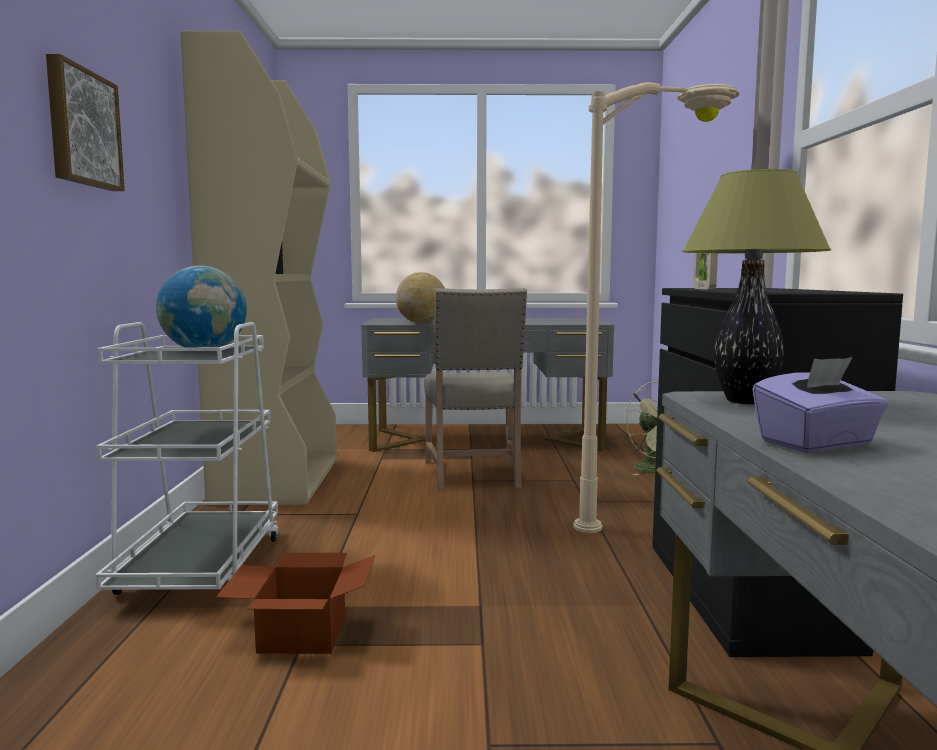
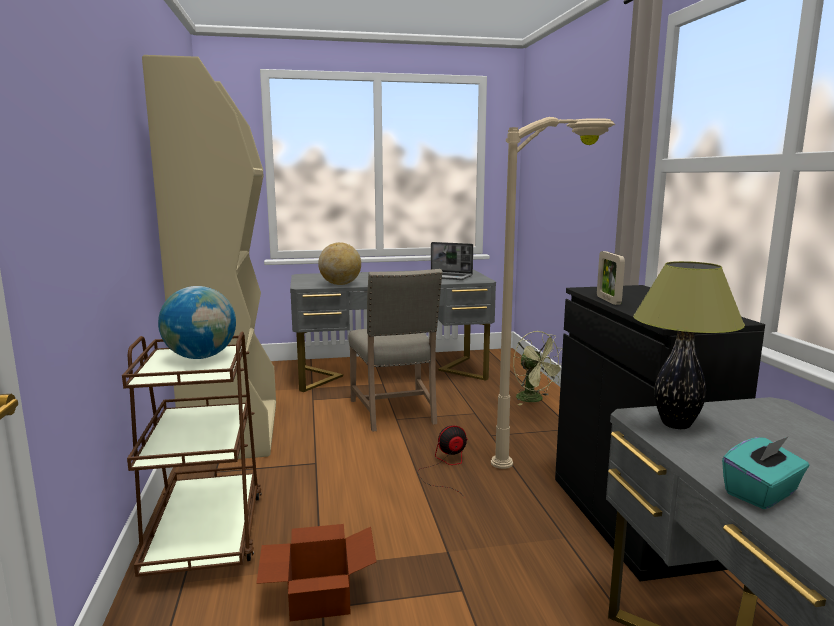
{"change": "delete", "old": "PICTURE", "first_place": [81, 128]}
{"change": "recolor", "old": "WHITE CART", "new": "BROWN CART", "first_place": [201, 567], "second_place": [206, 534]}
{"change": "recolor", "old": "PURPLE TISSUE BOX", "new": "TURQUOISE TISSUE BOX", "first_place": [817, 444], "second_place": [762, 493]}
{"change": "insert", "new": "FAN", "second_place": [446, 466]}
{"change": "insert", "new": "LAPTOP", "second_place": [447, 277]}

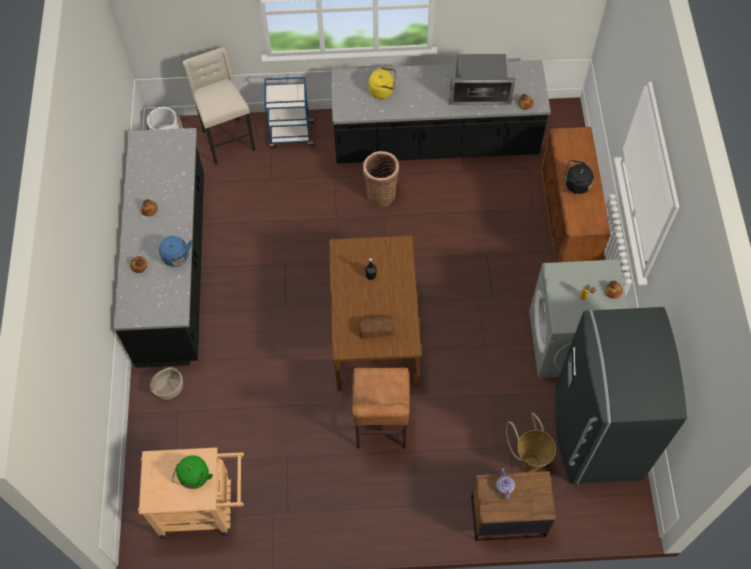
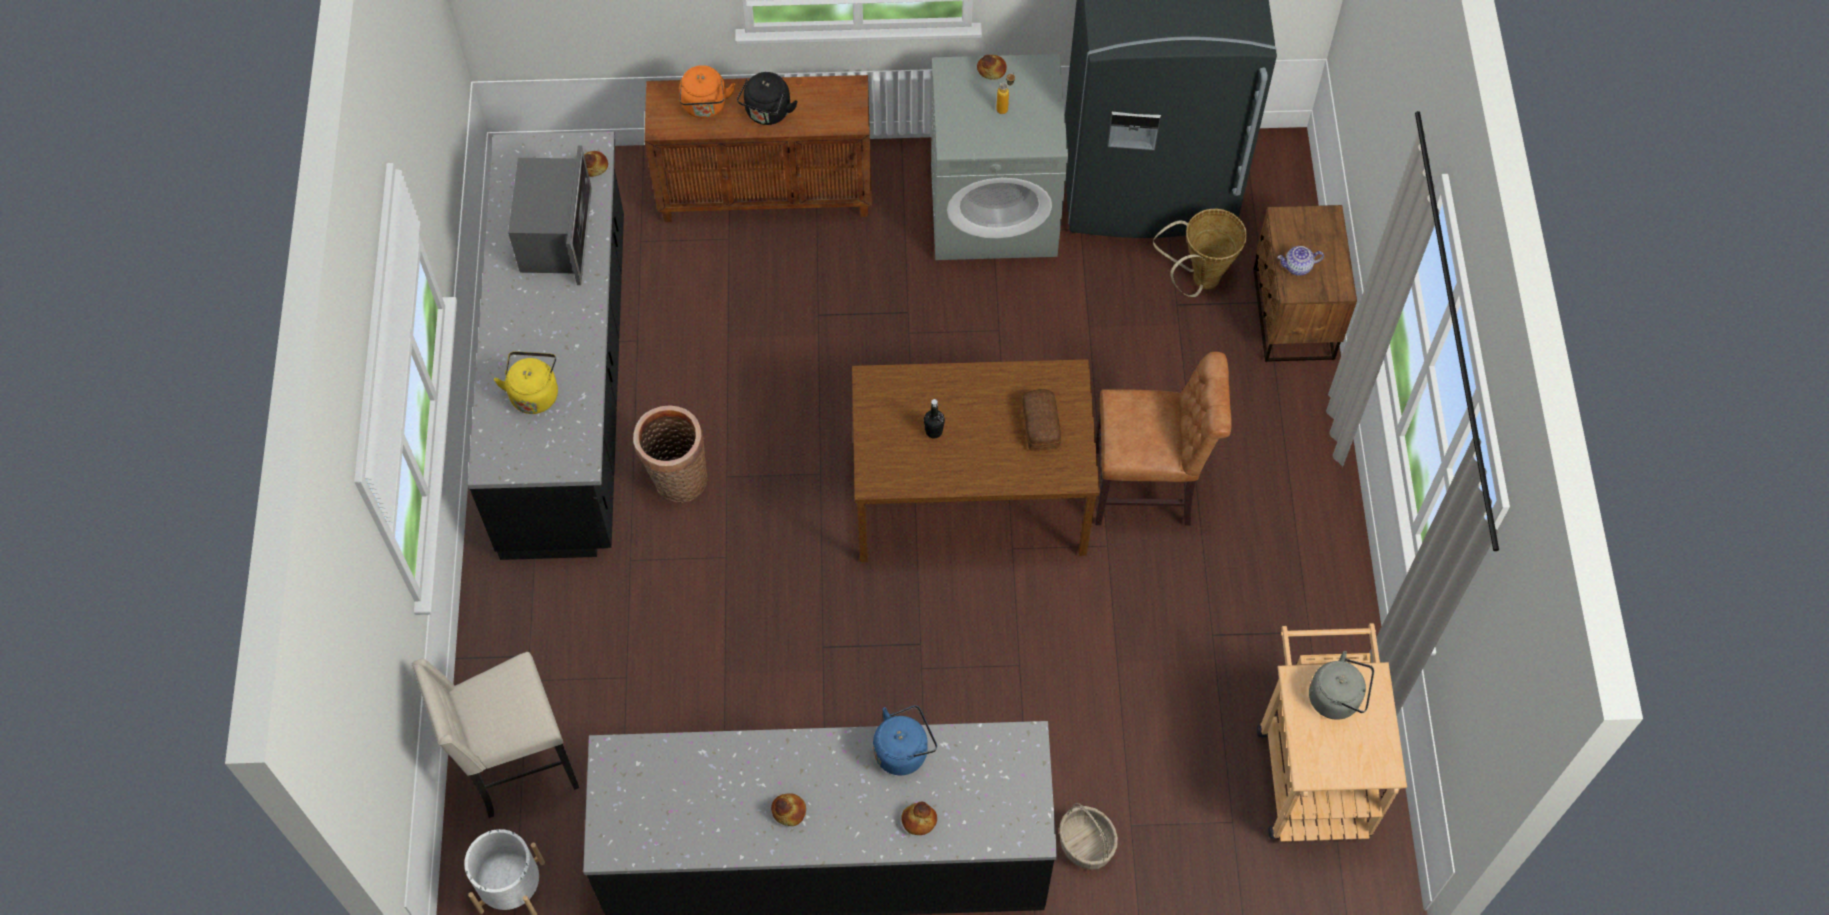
{"change": "recolor", "old": "GREEN KETTLE", "new": "GREY KETTLE", "first_place": [194, 478], "second_place": [1337, 698]}
{"change": "delete", "old": "BLUE CART", "first_place": [291, 135]}
{"change": "insert", "new": "ORANGE KETTLE", "second_place": [705, 107]}

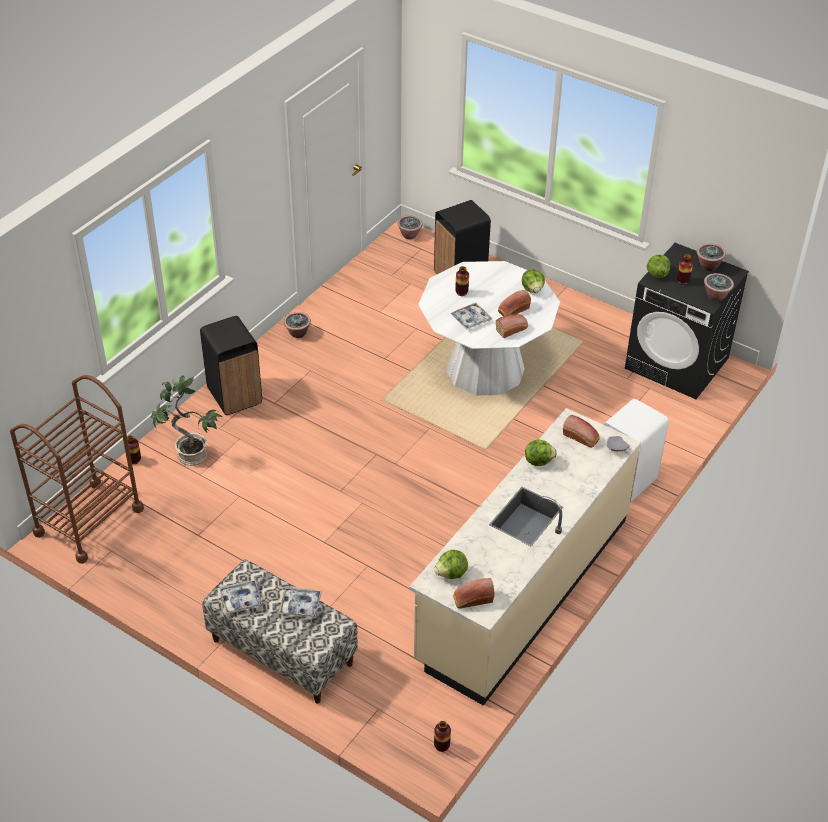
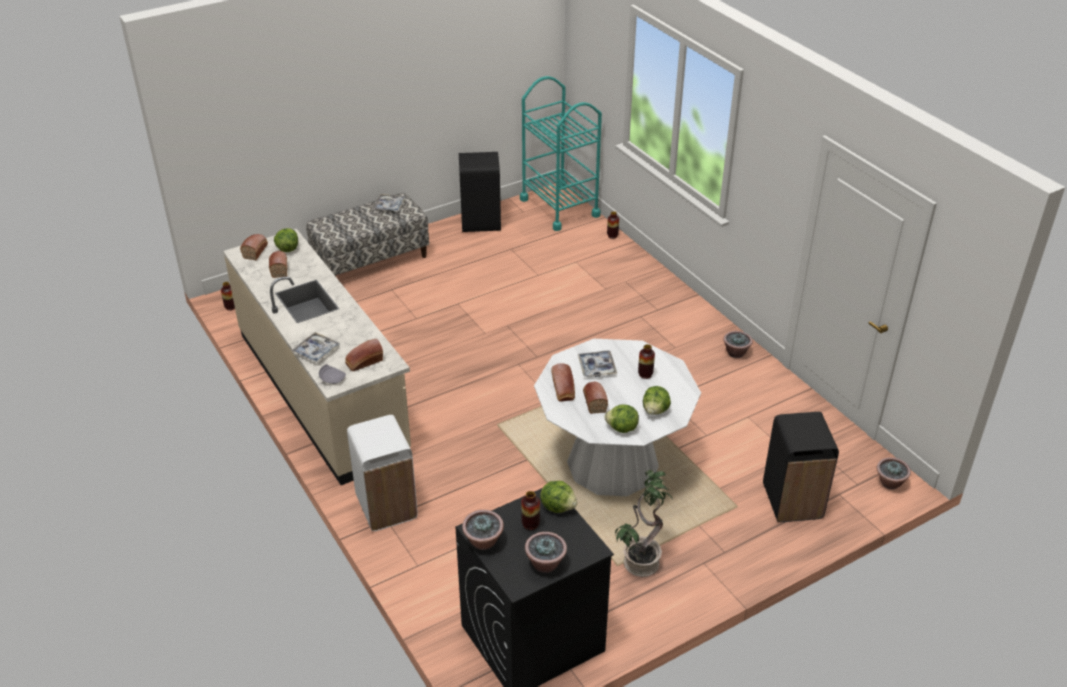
{"change": "recolor", "old": "BROWN CART", "new": "TURQUOISE CART", "first_place": [89, 521], "second_place": [559, 207]}
{"change": "move", "old": "POTTED PLANT", "first_place": [191, 456], "second_place": [640, 562]}
{"change": "move", "old": "BLACK TRASH CAN", "first_place": [234, 396], "second_place": [480, 222]}
{"change": "move", "old": "TRAY", "first_place": [300, 605], "second_place": [316, 351]}
{"change": "move", "old": "LETTUCE", "first_place": [538, 460], "second_place": [655, 410]}
{"change": "insert", "new": "BREAD", "second_place": [279, 268]}

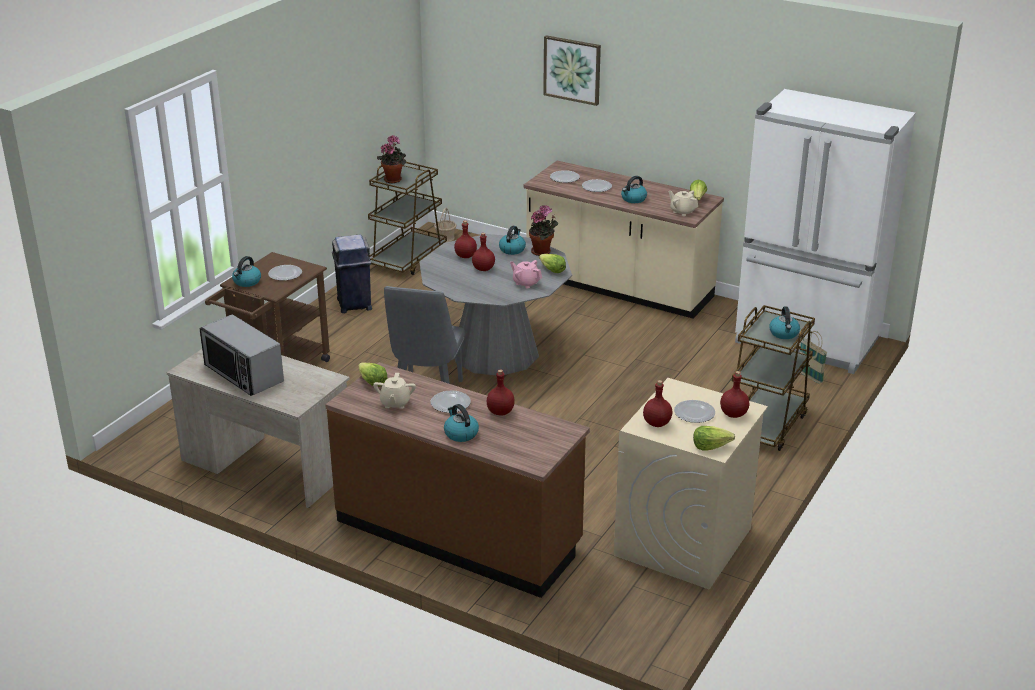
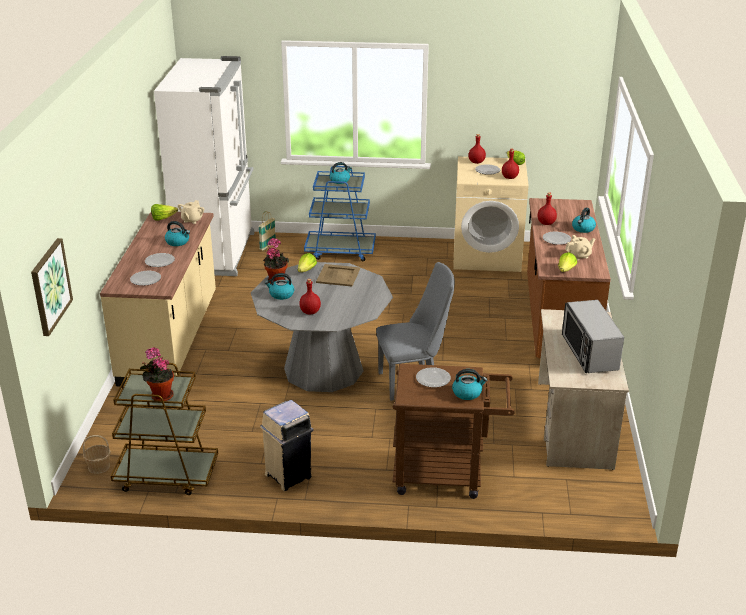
{"change": "rotate", "old": "MICROWAVE", "first_place": [243, 374], "second_place": [589, 353], "degrees": 150}
{"change": "recolor", "old": "BLUE TRASH CAN", "new": "BEIGE TRASH CAN", "first_place": [354, 305], "second_place": [289, 475]}
{"change": "delete", "old": "RED BOTTLE", "first_place": [483, 269]}
{"change": "replace", "old": "PINK TEAPOT", "new": "BEIGE TRAY", "first_place": [526, 283], "second_place": [338, 275]}
{"change": "move", "old": "PICTURE", "first_place": [572, 69], "second_place": [50, 286]}
{"change": "recolor", "old": "BROWN CART", "new": "BLUE CART", "first_place": [766, 425], "second_place": [340, 251]}

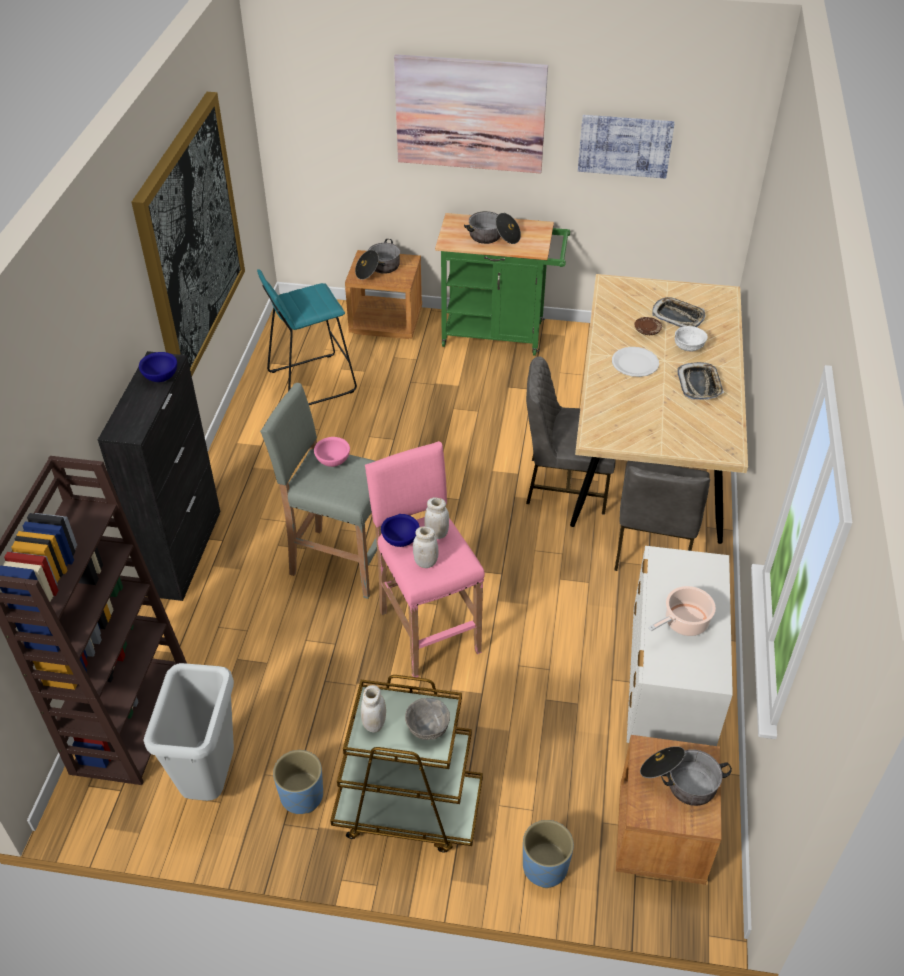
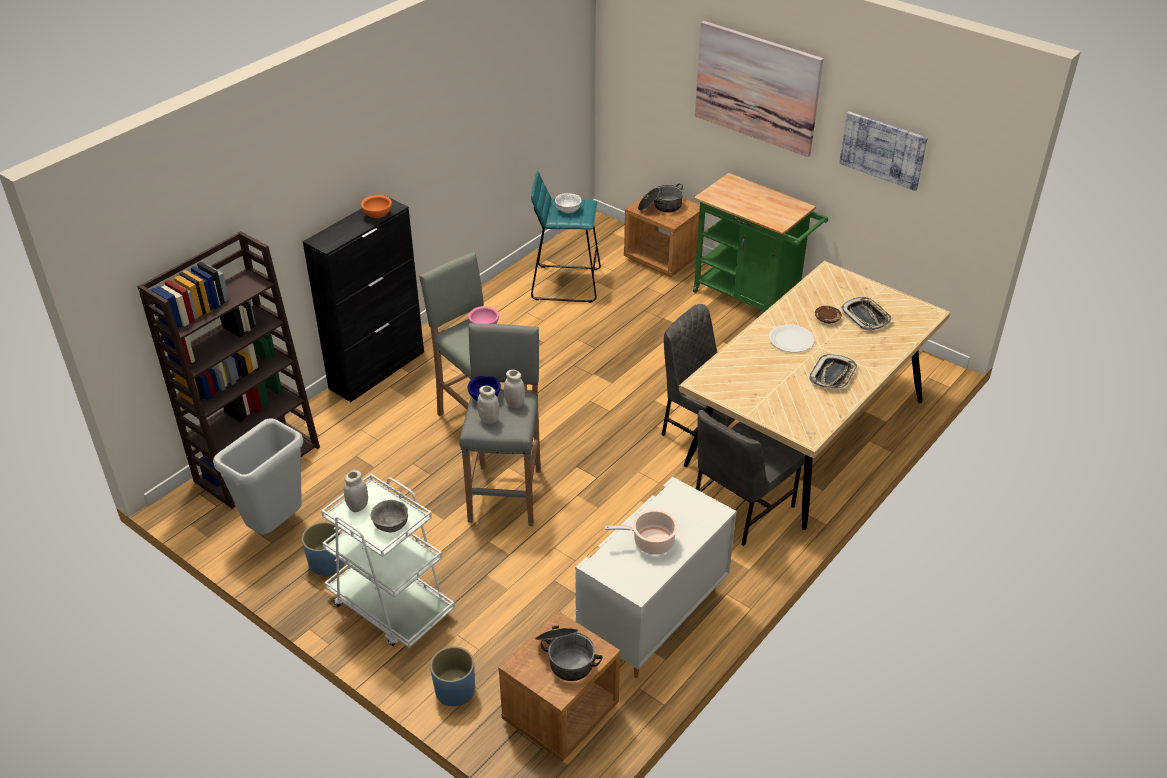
{"change": "delete", "old": "PICTURE", "first_place": [190, 240]}
{"change": "recolor", "old": "BLUE BOWL", "new": "ORANGE BOWL", "first_place": [160, 377], "second_place": [377, 215]}
{"change": "recolor", "old": "BROWN CART", "new": "WHITE CART", "first_place": [407, 809], "second_place": [390, 606]}
{"change": "recolor", "old": "PINK STOOL", "new": "GREY STOOL", "first_place": [428, 630], "second_place": [506, 493]}
{"change": "delete", "old": "COOKING POT", "first_place": [493, 237]}
{"change": "move", "old": "WHITE BOWL", "first_place": [688, 347], "second_place": [567, 210]}

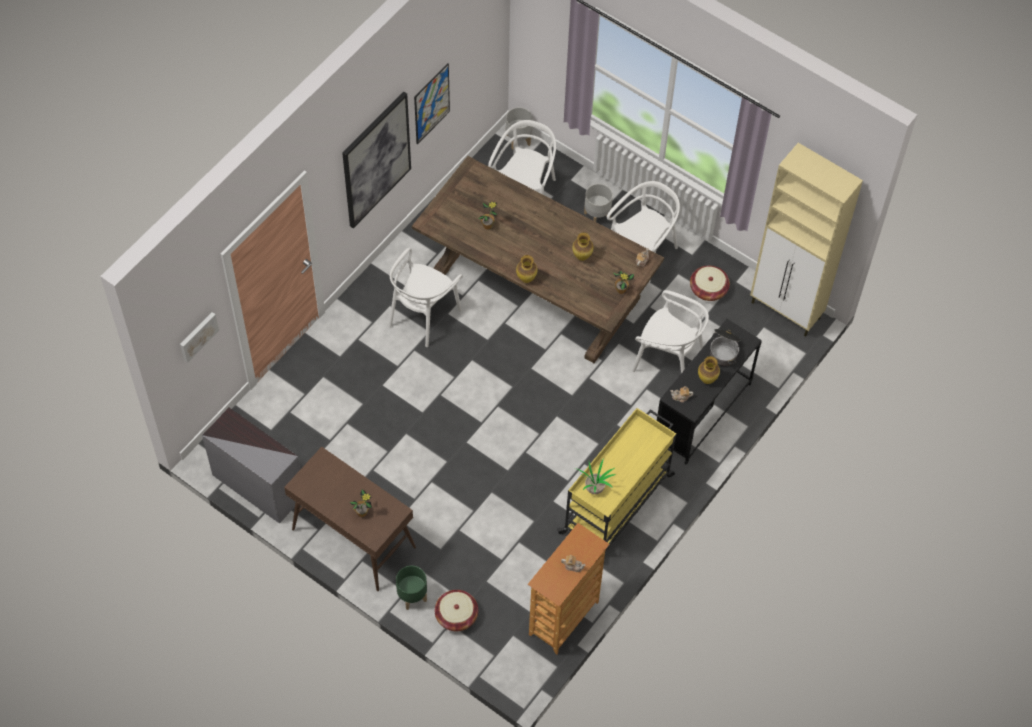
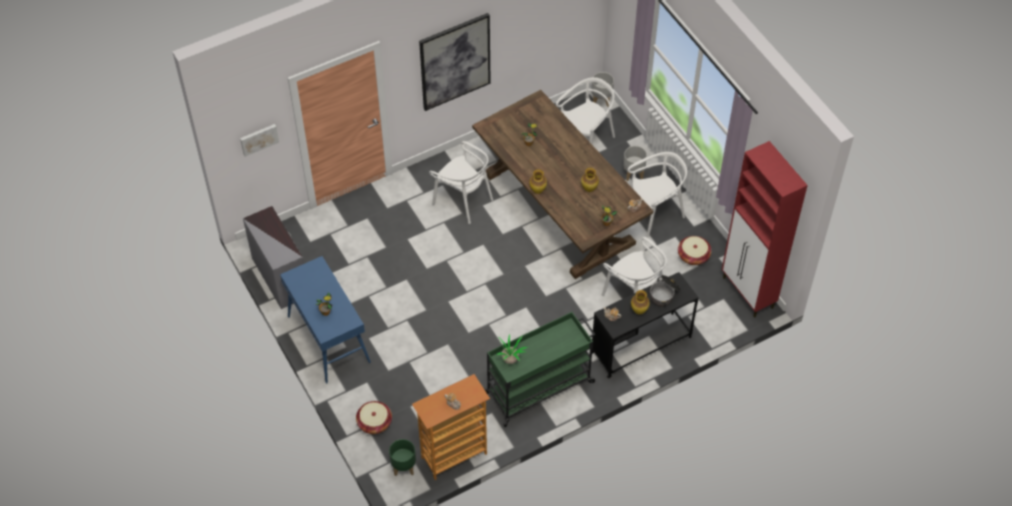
{"change": "recolor", "old": "BROWN CONSOLE TABLE", "new": "BLUE CONSOLE TABLE", "first_place": [353, 538], "second_place": [328, 339]}
{"change": "rotate", "old": "WHITE CHAIR", "first_place": [423, 316], "second_place": [463, 200], "degrees": -105}
{"change": "move", "old": "GREEN PLANTER", "first_place": [412, 596], "second_place": [403, 466]}
{"change": "delete", "old": "PICTURE", "first_place": [431, 103]}
{"change": "recolor", "old": "YELLOW CART", "new": "GREEN CART", "first_place": [617, 503], "second_place": [540, 387]}
{"change": "recolor", "old": "BEIGE CABINET", "new": "RED CABINET", "first_place": [786, 311], "second_place": [748, 293]}

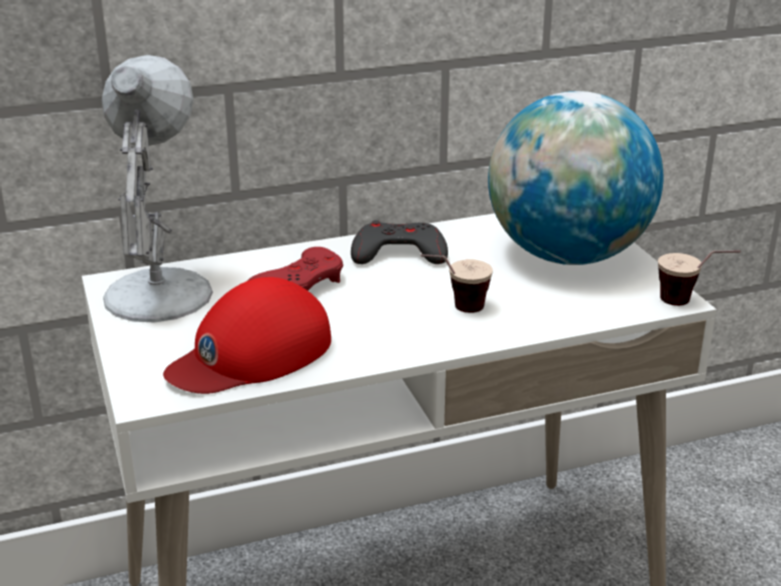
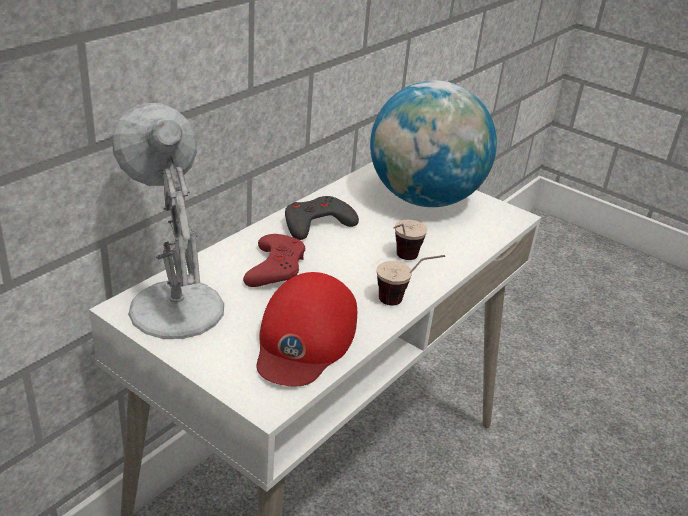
{"change": "move", "old": "CUP", "first_place": [691, 304], "second_place": [404, 300]}

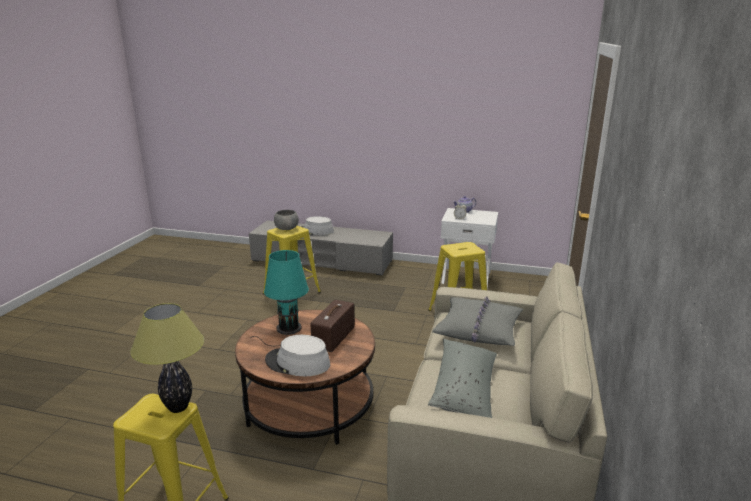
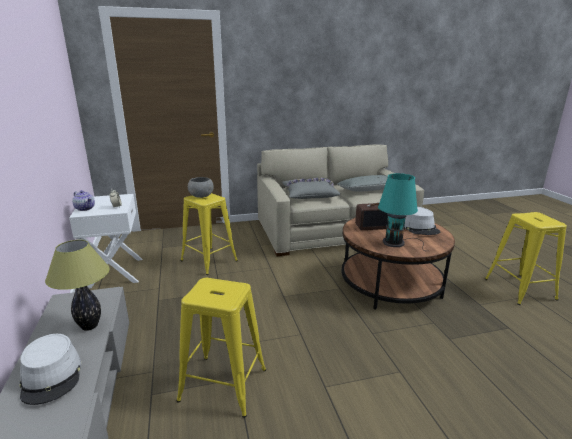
{"change": "move", "old": "TABLE LAMP", "first_place": [178, 408], "second_place": [90, 326]}
{"change": "move", "old": "GREY BOWL", "first_place": [286, 228], "second_place": [201, 196]}

